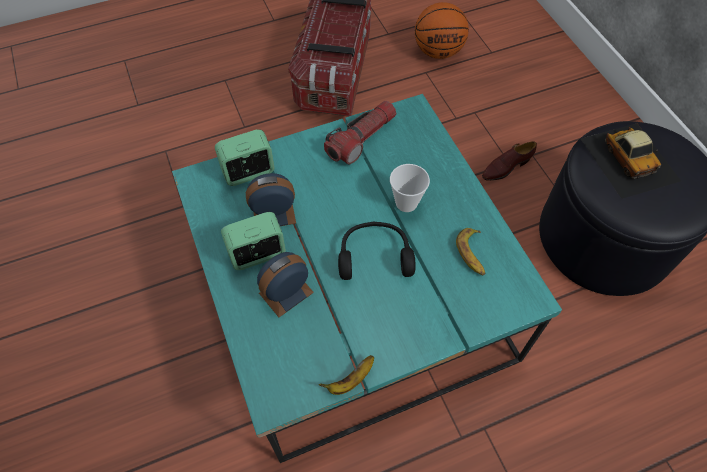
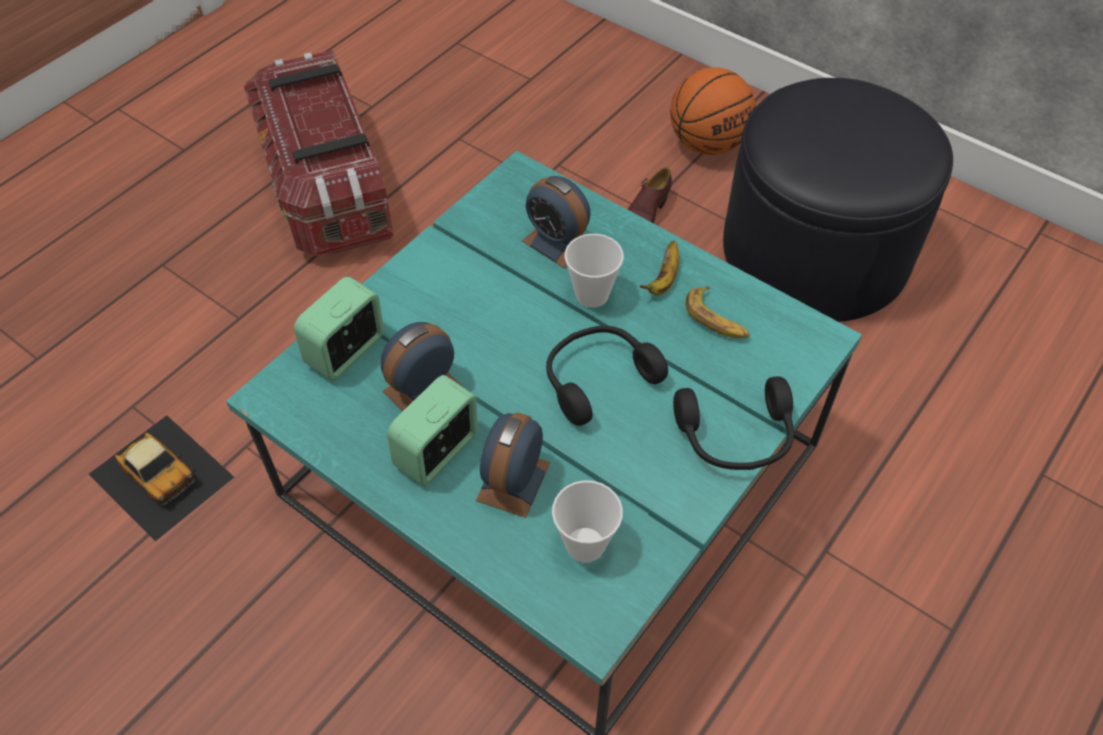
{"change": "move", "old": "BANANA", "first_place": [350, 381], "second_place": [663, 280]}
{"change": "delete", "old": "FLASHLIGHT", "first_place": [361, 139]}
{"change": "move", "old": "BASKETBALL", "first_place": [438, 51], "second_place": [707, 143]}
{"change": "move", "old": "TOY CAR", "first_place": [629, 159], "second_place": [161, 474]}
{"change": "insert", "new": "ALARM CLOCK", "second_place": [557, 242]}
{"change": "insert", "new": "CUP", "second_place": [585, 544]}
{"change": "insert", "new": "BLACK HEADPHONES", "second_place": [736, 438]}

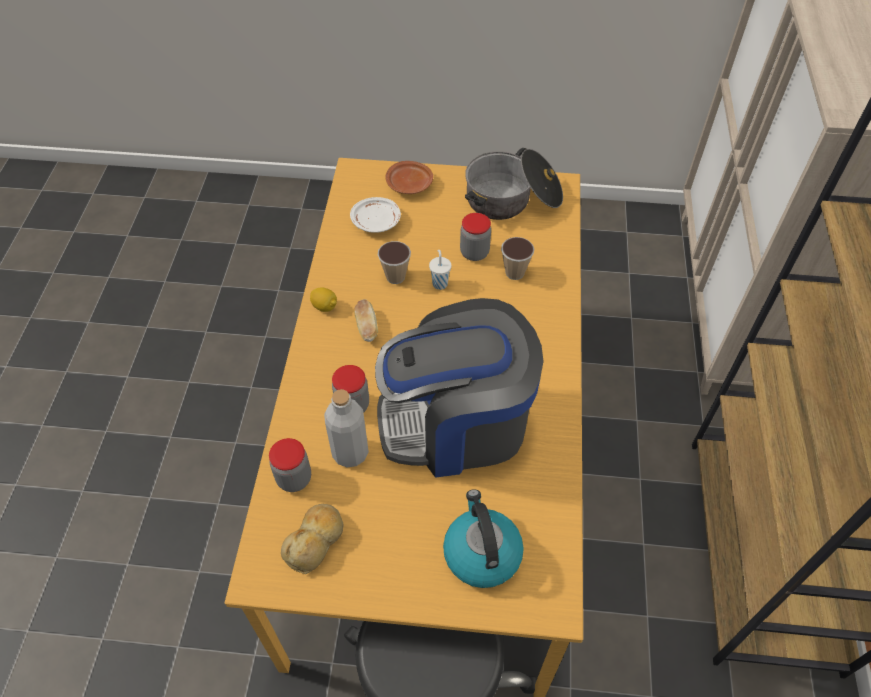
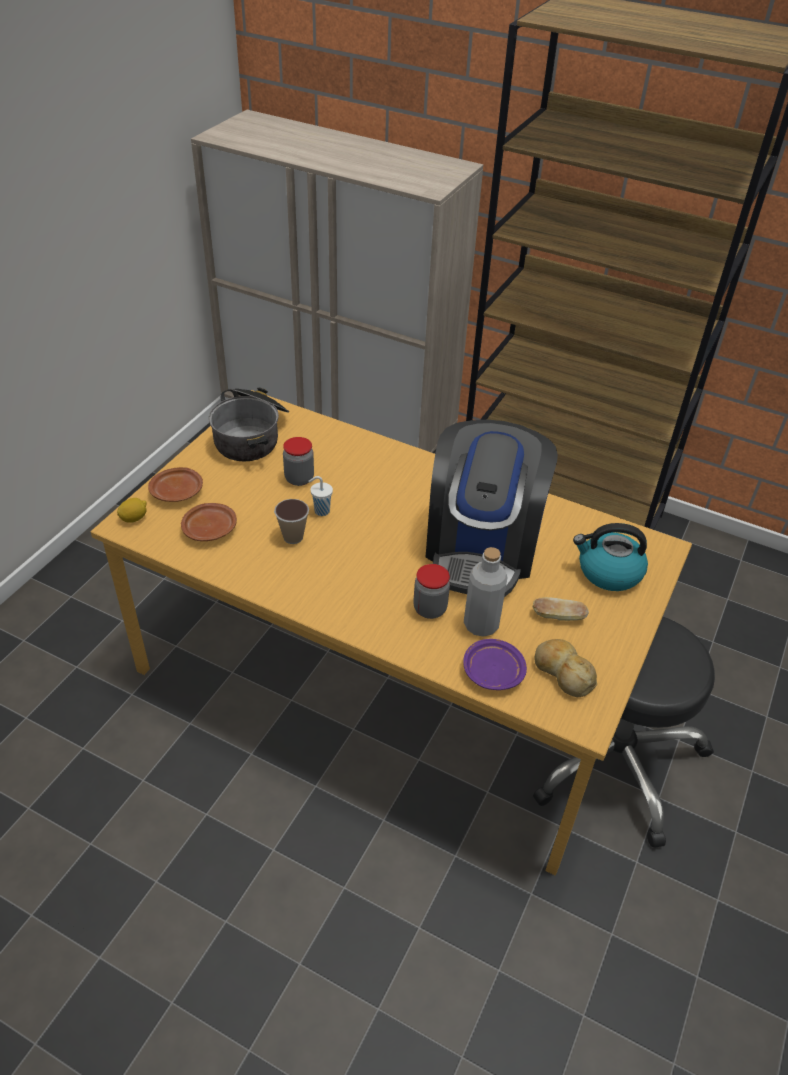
{"change": "replace", "old": "JAR", "new": "PURPLE PLATE", "first_place": [294, 478], "second_place": [492, 671]}
{"change": "move", "old": "LEMON", "first_place": [324, 306], "second_place": [134, 518]}
{"change": "recolor", "old": "WHITE PLATE", "new": "BROWN PLATE", "first_place": [376, 221], "second_place": [210, 529]}
{"change": "move", "old": "BREAD", "first_place": [366, 327], "second_place": [558, 616]}
{"change": "delete", "old": "CUP", "first_place": [514, 272]}

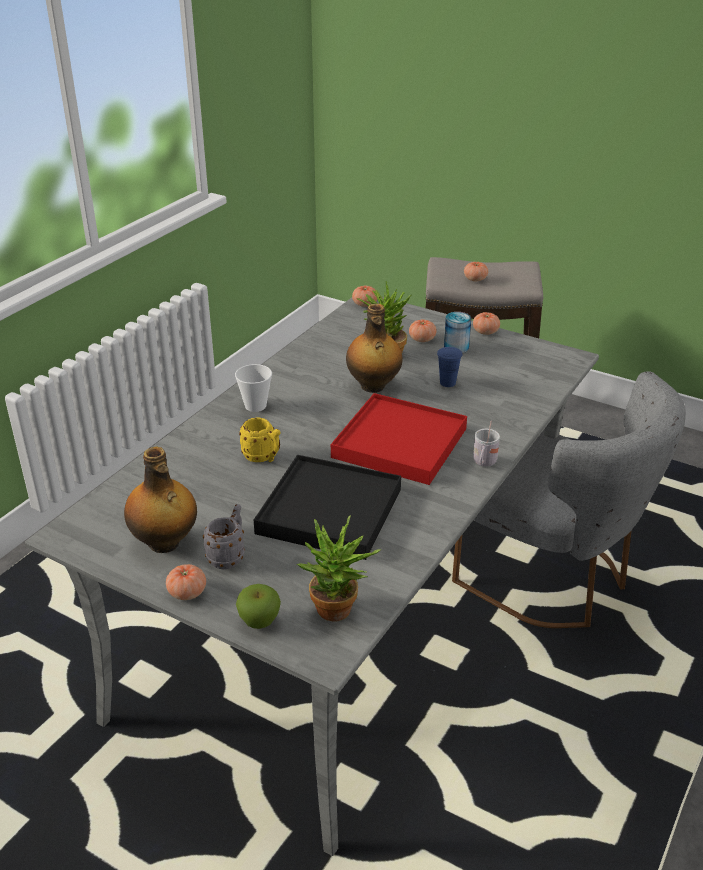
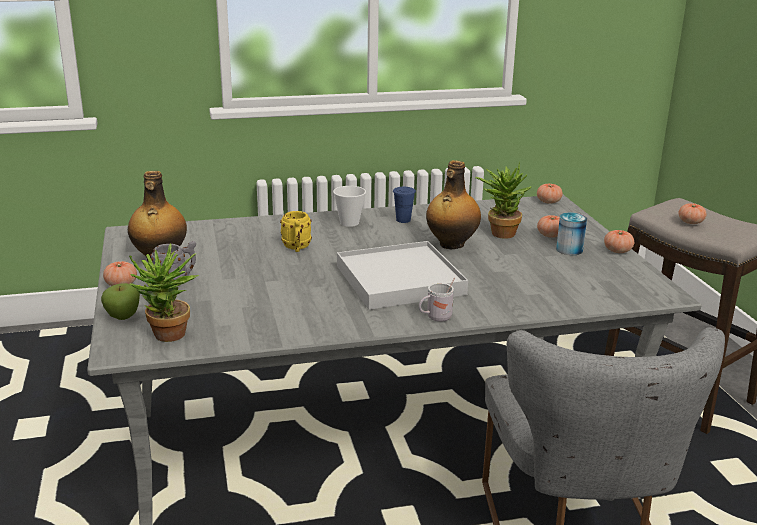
{"change": "delete", "old": "BLACK TRAY", "first_place": [329, 511]}
{"change": "recolor", "old": "RED TRAY", "new": "WHITE TRAY", "first_place": [399, 443], "second_place": [399, 280]}
{"change": "move", "old": "BLUE CUP", "first_place": [447, 383], "second_place": [403, 220]}

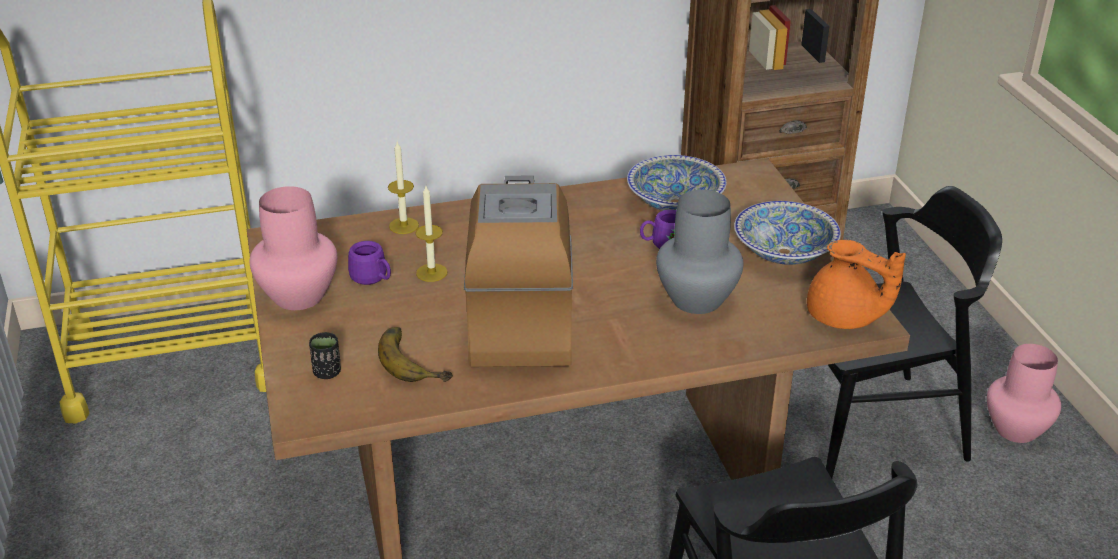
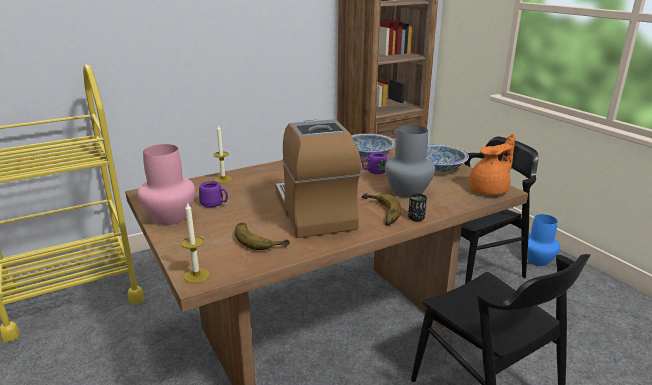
{"change": "move", "old": "BLACK CUP", "first_place": [327, 372], "second_place": [416, 218]}
{"change": "move", "old": "CANDLE", "first_place": [431, 272], "second_place": [196, 275]}
{"change": "rotate", "old": "ORANGE TEAPOT", "first_place": [844, 318], "second_place": [490, 190], "degrees": -60}
{"change": "recolor", "old": "PINK VASE", "new": "BLUE VASE", "first_place": [1017, 429], "second_place": [537, 260]}
{"change": "insert", "new": "BANANA", "second_place": [378, 212]}

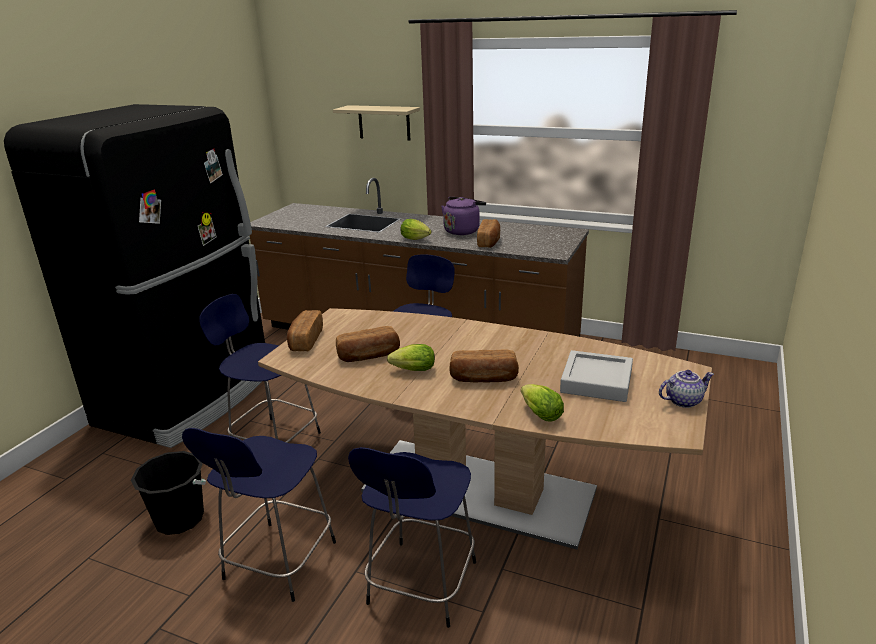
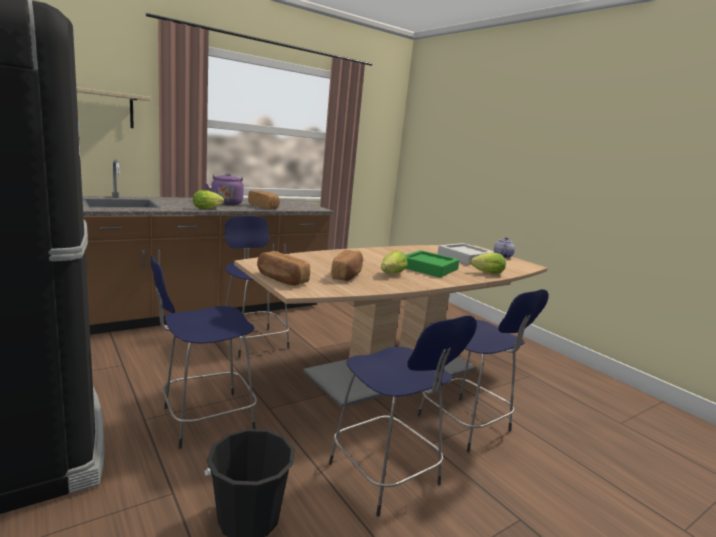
{"change": "replace", "old": "BREAD", "new": "GREEN TRAY", "first_place": [483, 378], "second_place": [428, 268]}

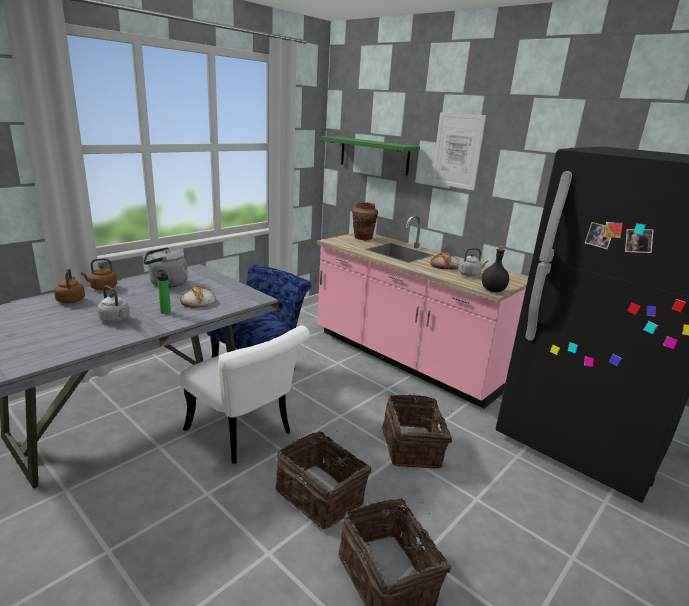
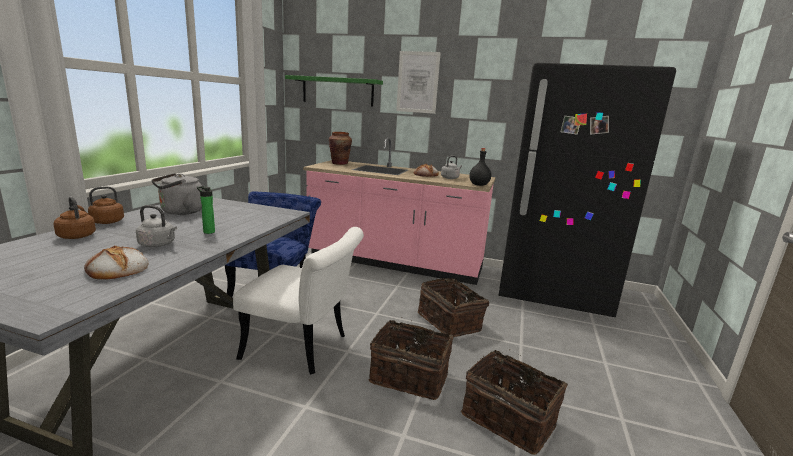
{"change": "move", "old": "BREAD", "first_place": [197, 301], "second_place": [117, 269]}

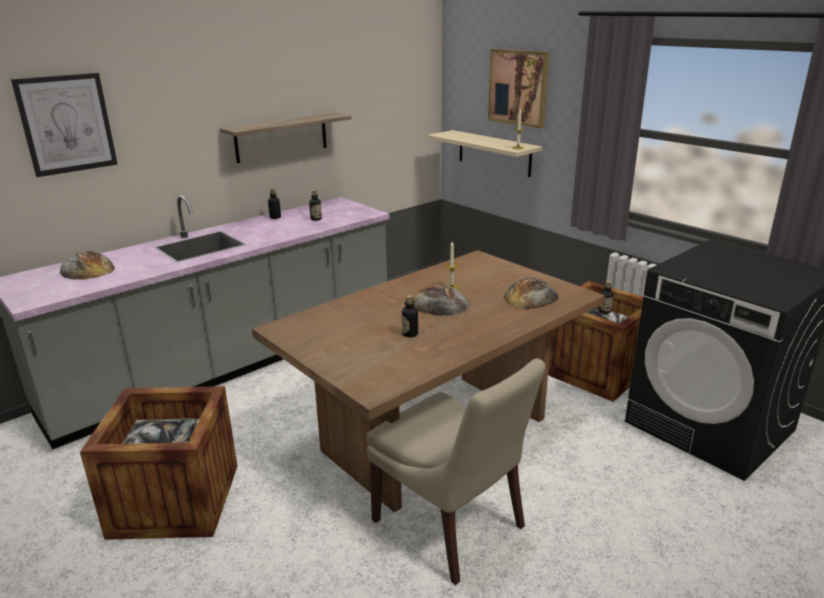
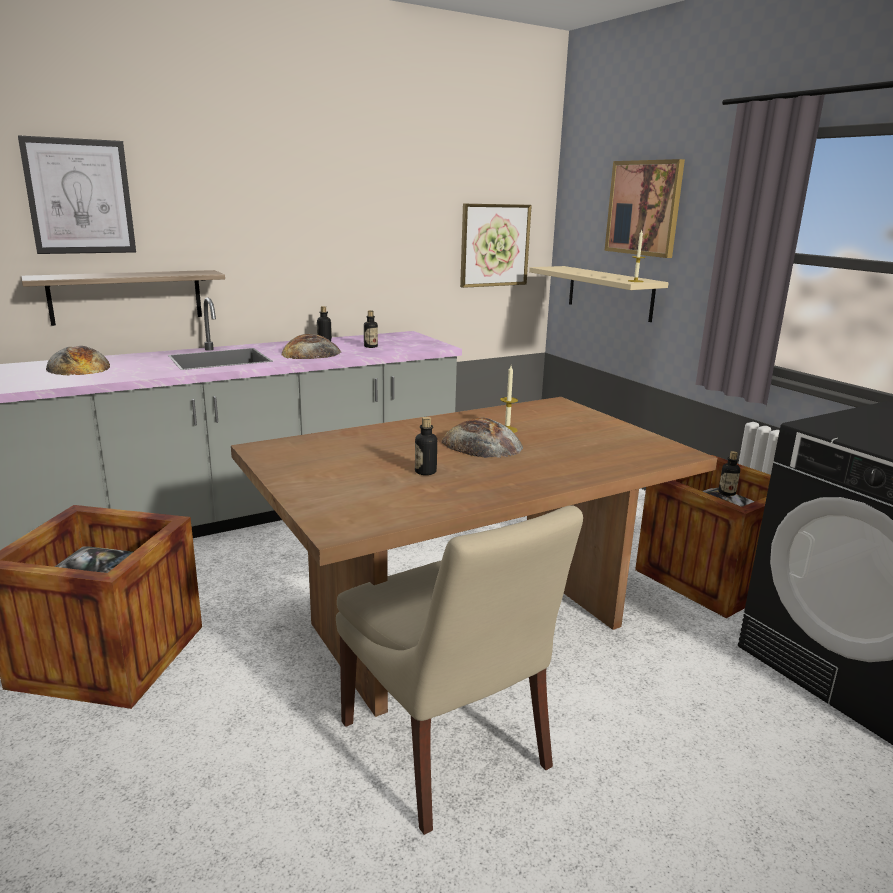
{"change": "move", "old": "SHELF", "first_place": [281, 137], "second_place": [126, 296]}
{"change": "move", "old": "BREAD", "first_place": [531, 296], "second_place": [311, 353]}
{"change": "insert", "new": "PICTURE", "second_place": [494, 245]}

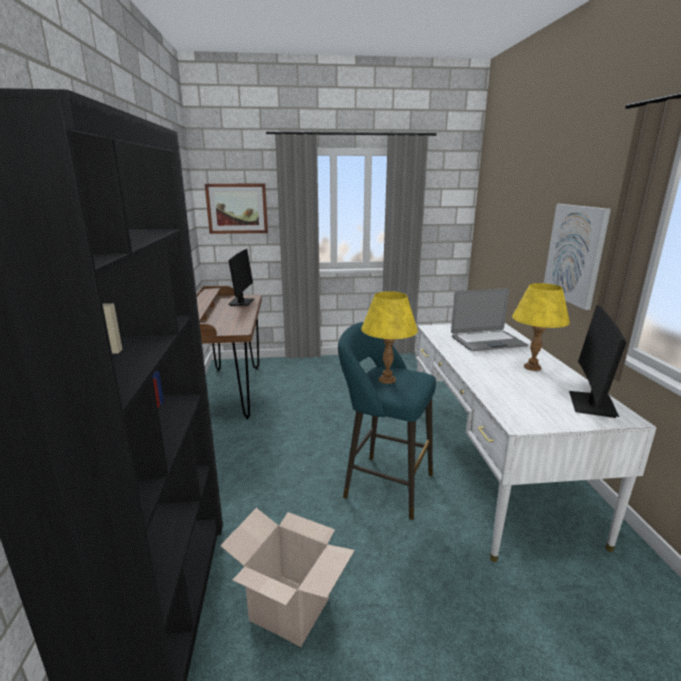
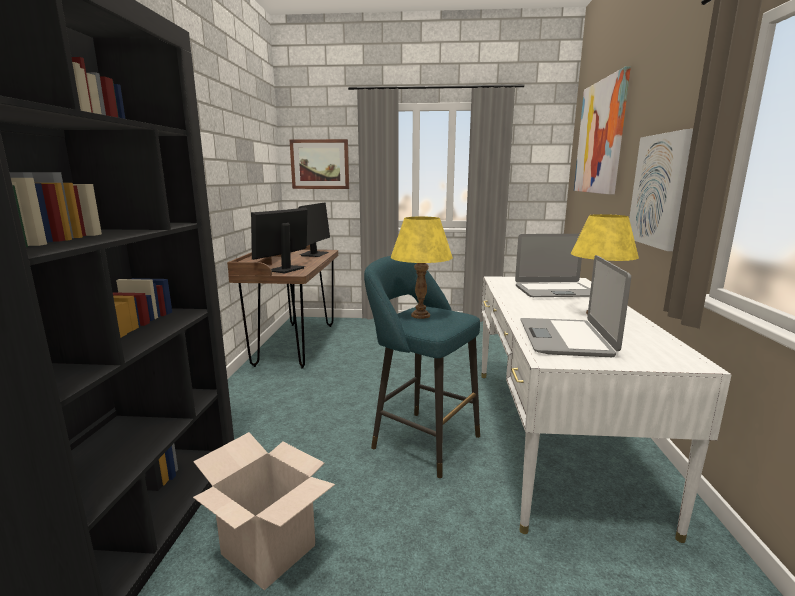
{"change": "move", "old": "MONITOR", "first_place": [592, 405], "second_place": [286, 269]}
{"change": "insert", "new": "LAPTOP", "second_place": [566, 338]}
{"change": "insert", "new": "PICTURE", "second_place": [600, 137]}

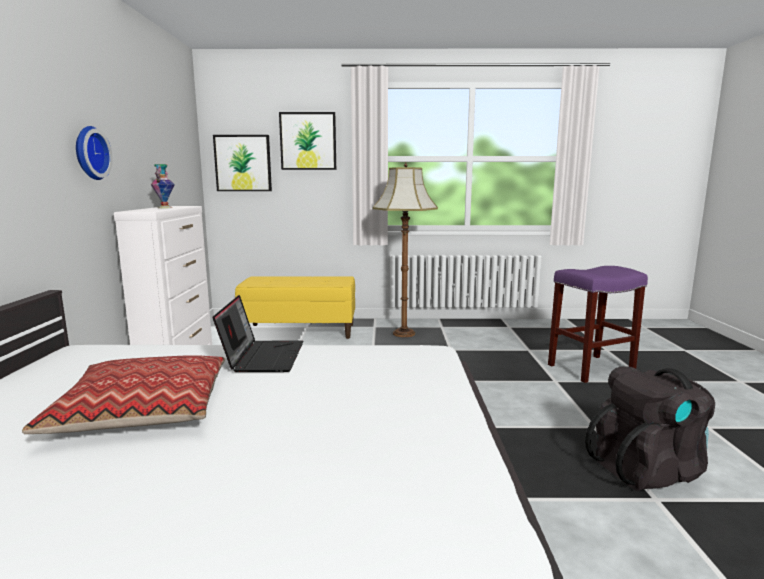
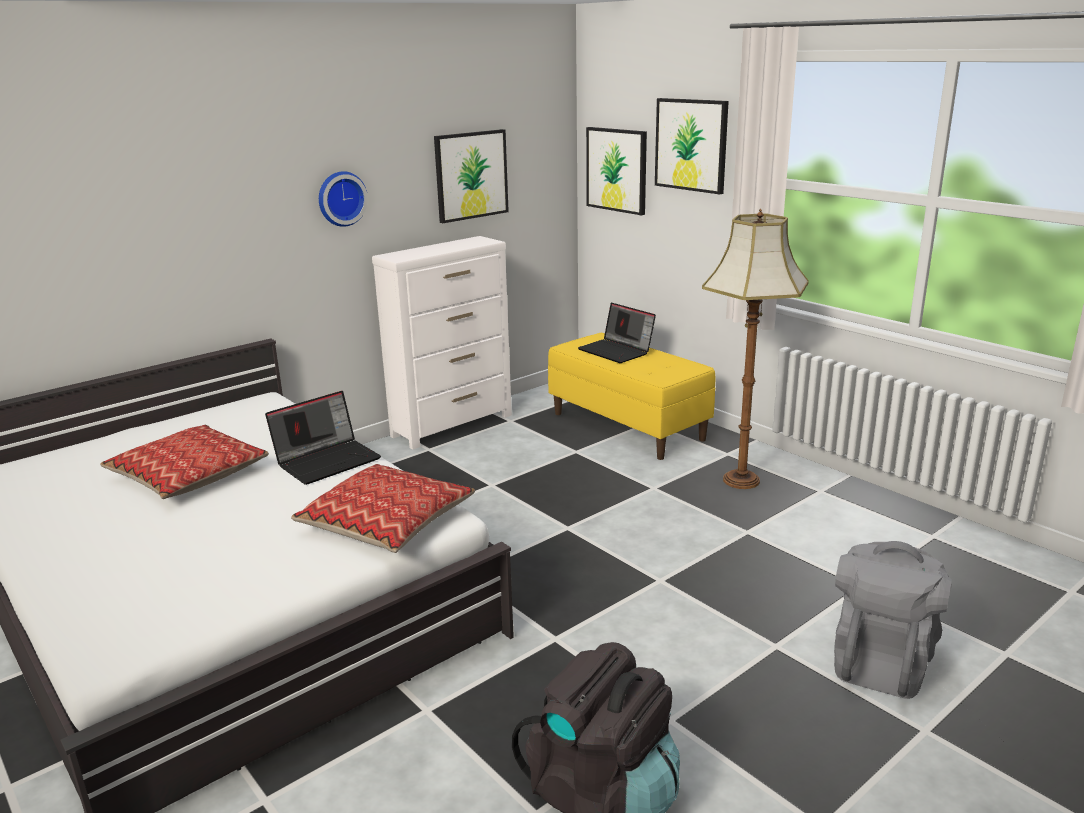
{"change": "delete", "old": "VASE", "first_place": [165, 207]}
{"change": "replace", "old": "PURPLE STOOL", "new": "GREY BACKPACK", "first_place": [590, 369], "second_place": [880, 661]}
{"change": "insert", "new": "PILLOW", "second_place": [387, 522]}
{"change": "insert", "new": "PICTURE", "second_place": [471, 175]}
{"change": "insert", "new": "LAPTOP", "second_place": [617, 351]}

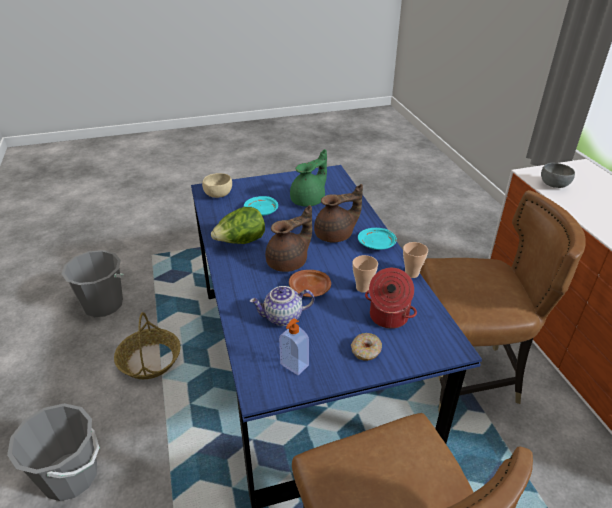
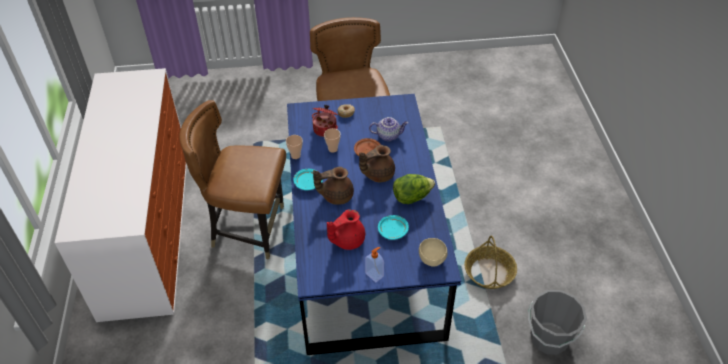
{"change": "delete", "old": "GREY BUCKET", "first_place": [70, 476]}
{"change": "move", "old": "SOAP DISPENSER", "first_place": [294, 365], "second_place": [375, 274]}
{"change": "recolor", "old": "GREEN TEAPOT", "new": "RED TEAPOT", "first_place": [309, 200], "second_place": [347, 240]}
{"change": "delete", "old": "GREY BOWL", "first_place": [553, 185]}

